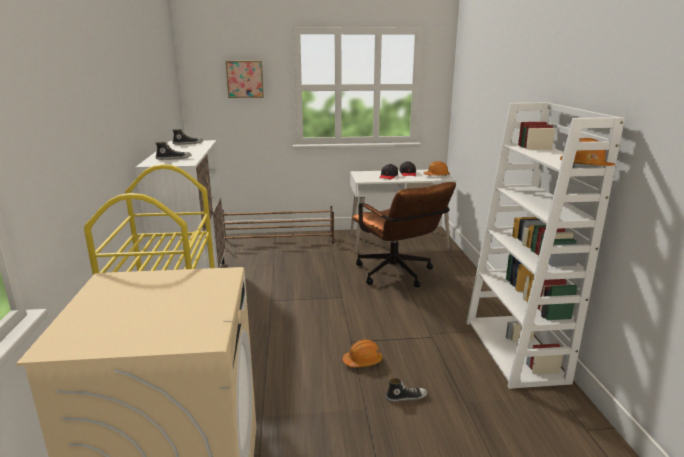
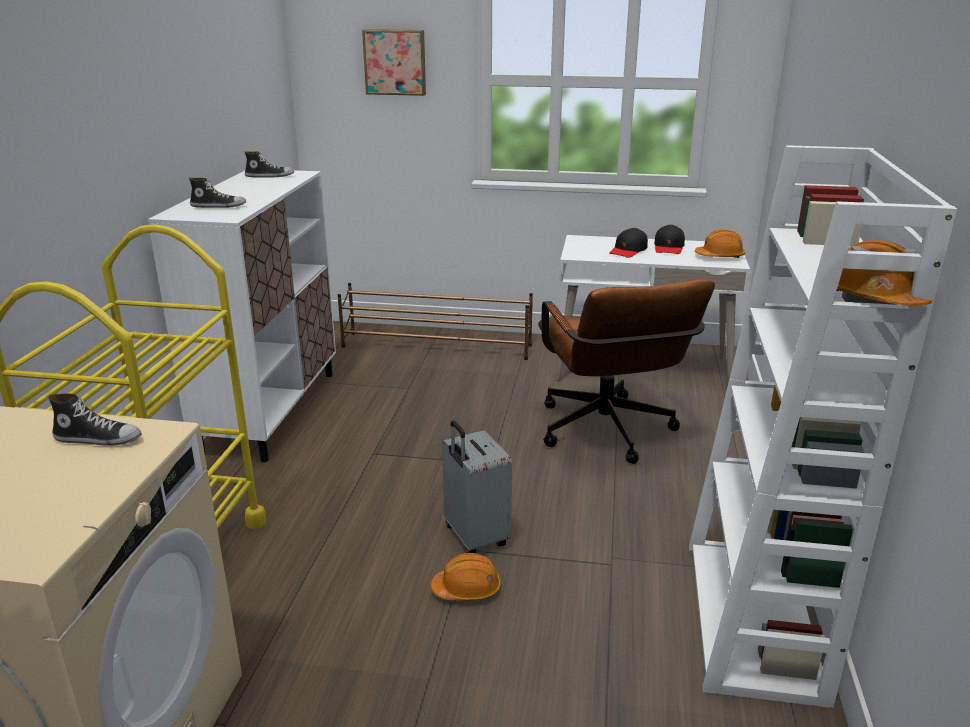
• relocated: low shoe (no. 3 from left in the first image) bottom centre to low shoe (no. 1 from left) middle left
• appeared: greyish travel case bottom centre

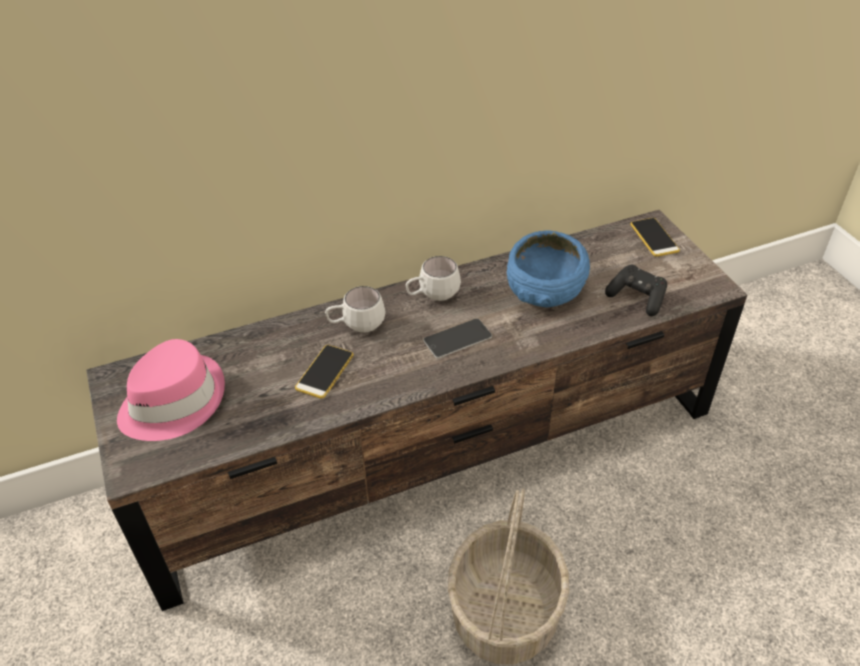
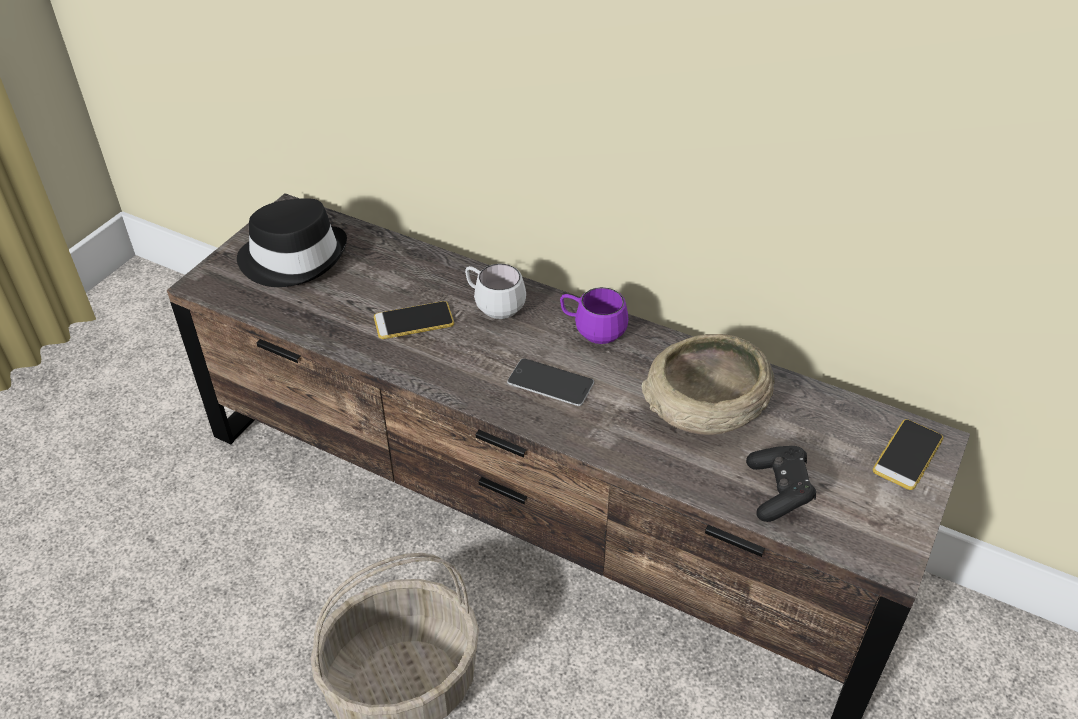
• colour: blue deep dish centre to beige deep dish centre
• colour: white-coloured tea mug (no. 2 from left) centre to purplish tea mug centre
• colour: pink wearable hat middle left to black-coloured wearable hat middle left

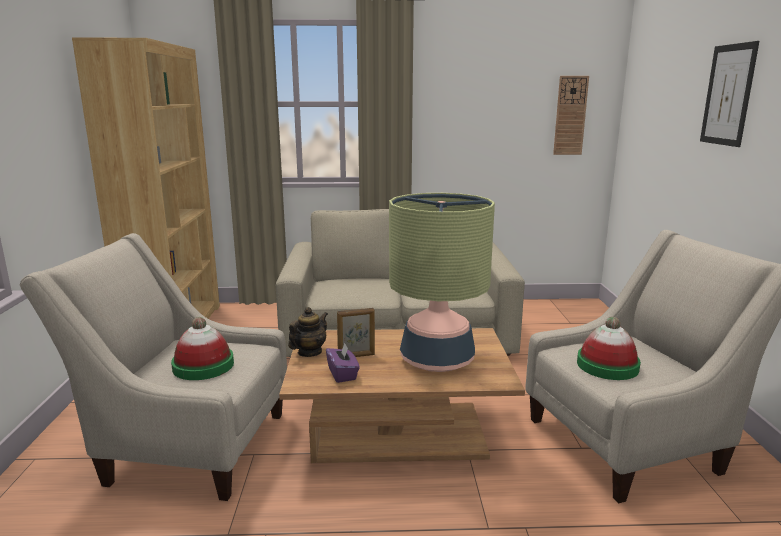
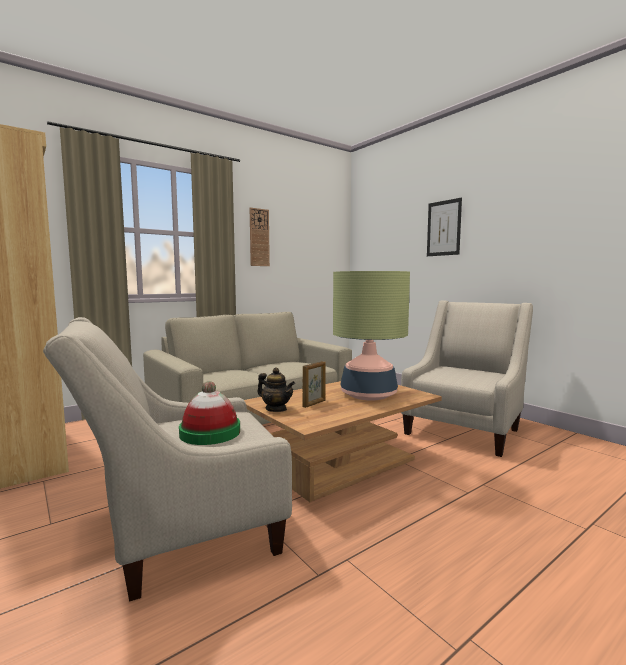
• relocated: wall clock top right to centre
• spun: pot for tea centre = centre 120 degrees clockwise
• missing: wearable hat (no. 2 from left) middle right
• missing: purplish tissue holder bottom centre

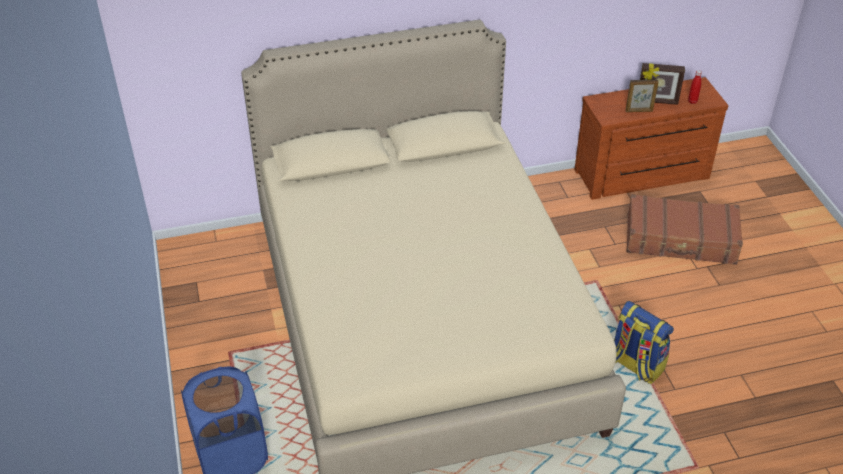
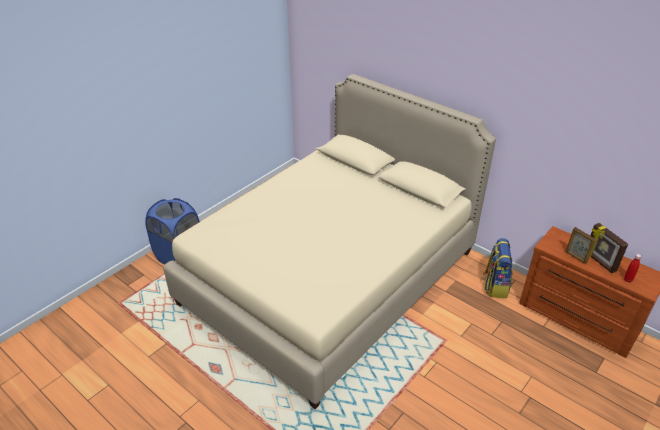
• missing: brown-coloured travel case middle right
• relocated: knapsack bottom right to middle right

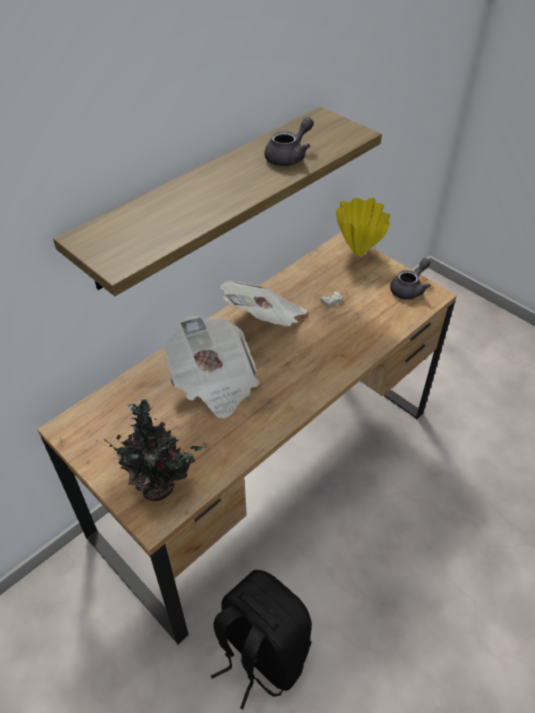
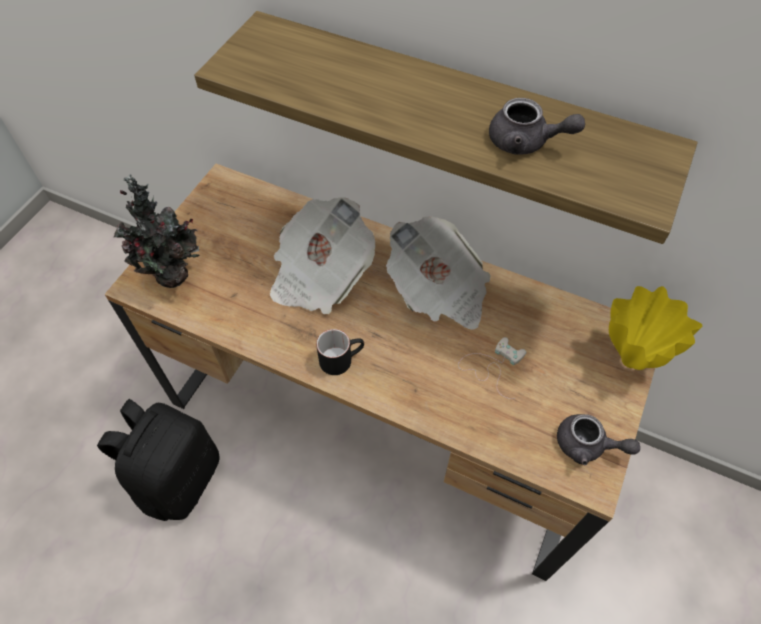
• appeared: black-coloured tea mug centre

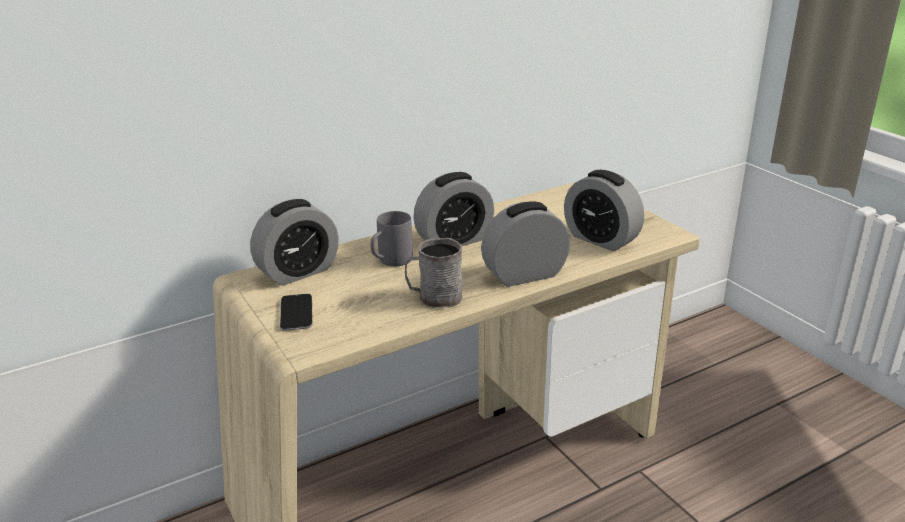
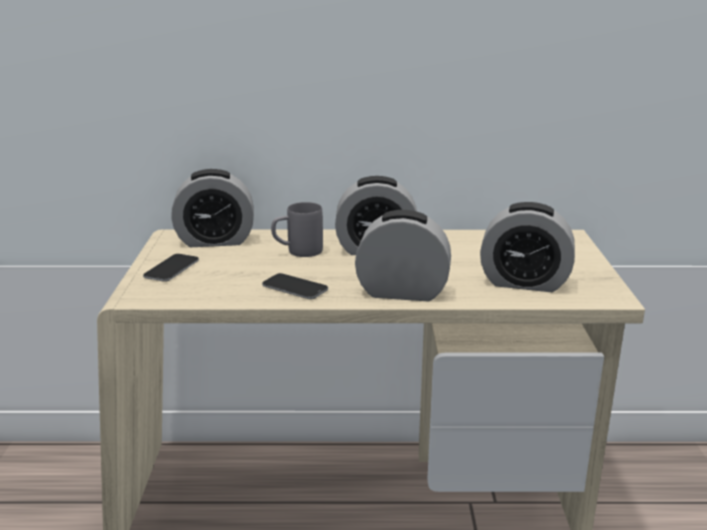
• spun: alarm clock (no. 4 from left) middle right = middle right 60 degrees counterclockwise
• exchanged: greyish tea mug (no. 2 from left) centre to phone (no. 2 from left) centre

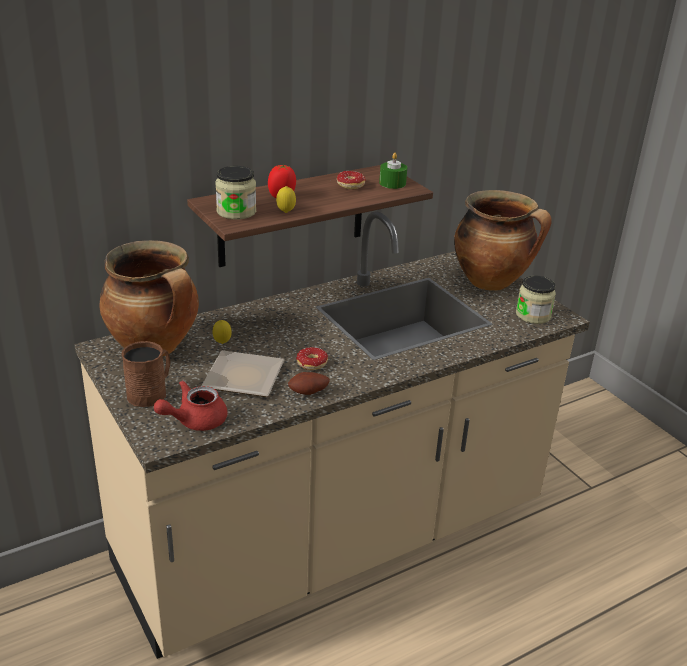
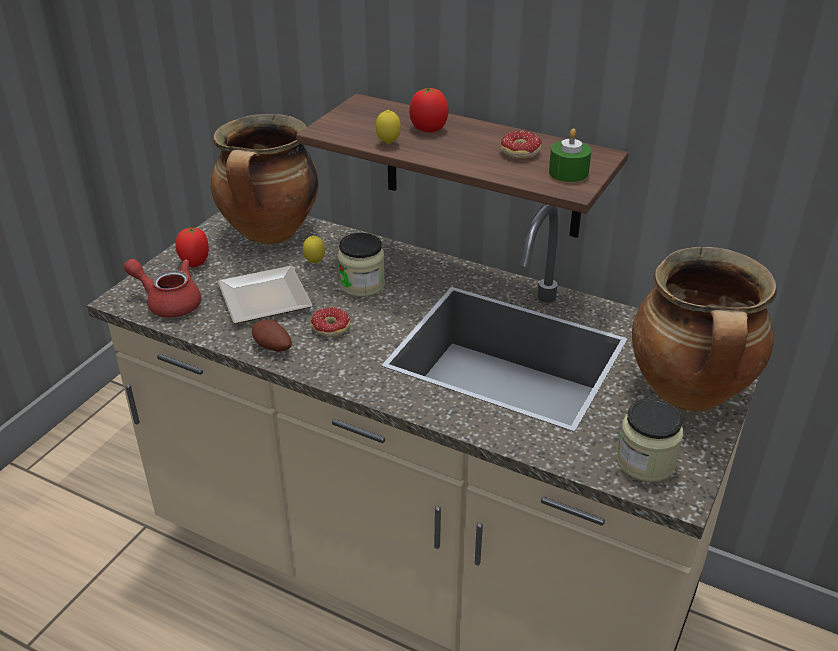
• relocated: preserve jar (no. 1 from left) top centre to centre
• exchanged: brown-coloured tea mug middle left to fresh tomato (no. 1 from left) middle left

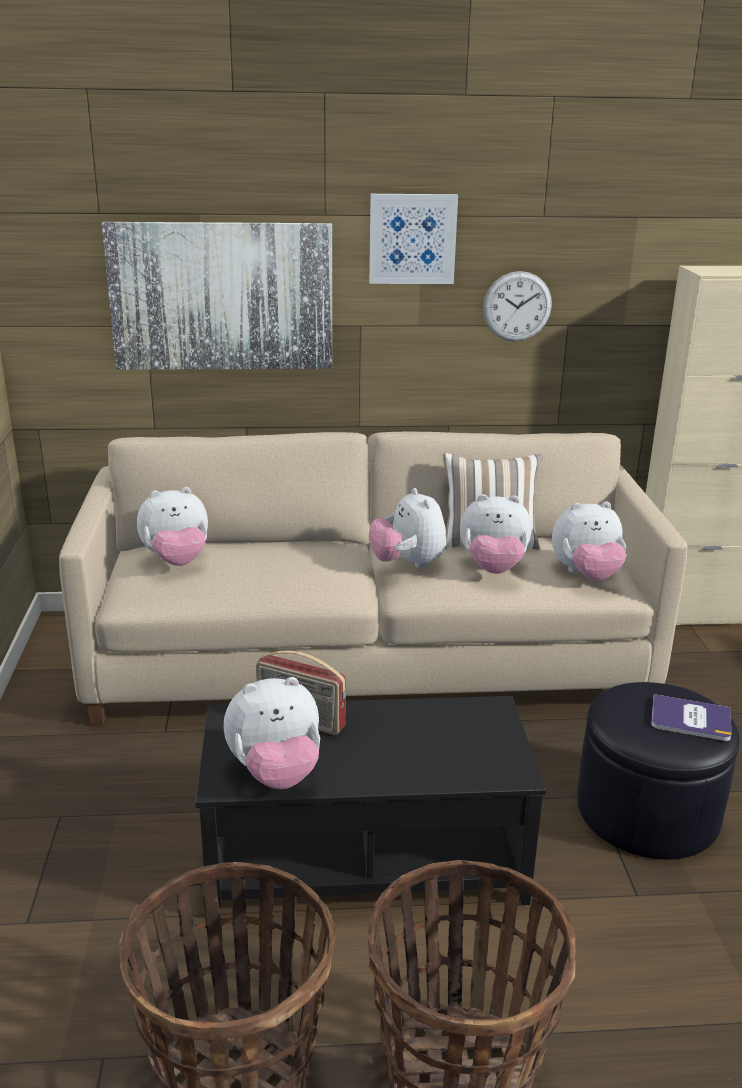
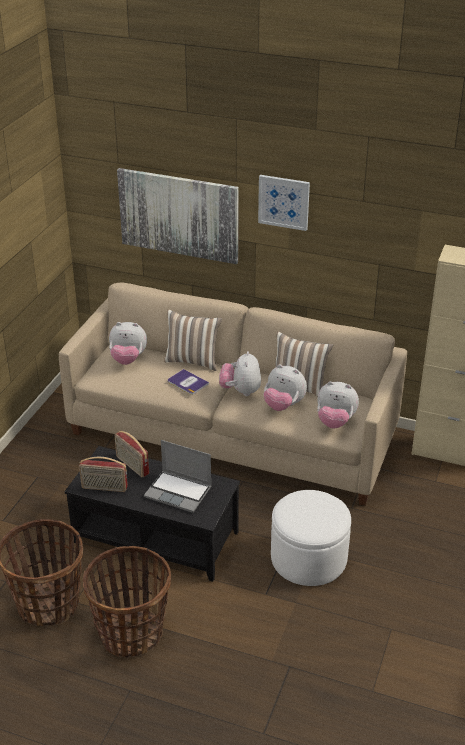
• missing: wall clock top right
• exchanged: soft toy (no. 2 from left) bottom centre to radio (no. 1 from left) middle left
• colour: black-coloured footrest bottom right to white-coloured footrest bottom right
• relocated: book middle right to centre
• appeared: throw pillow (no. 1 from left) centre
• appeared: notebook computer centre

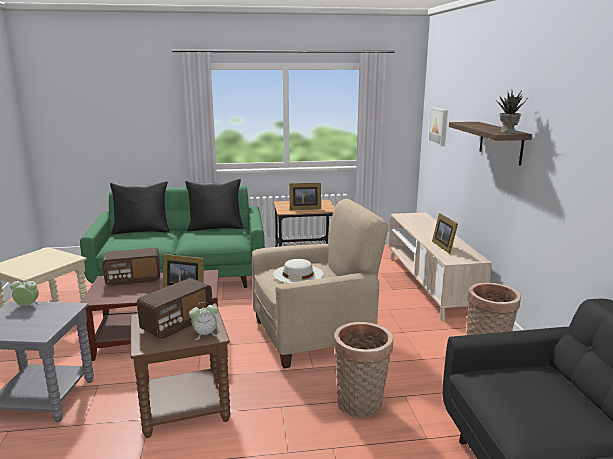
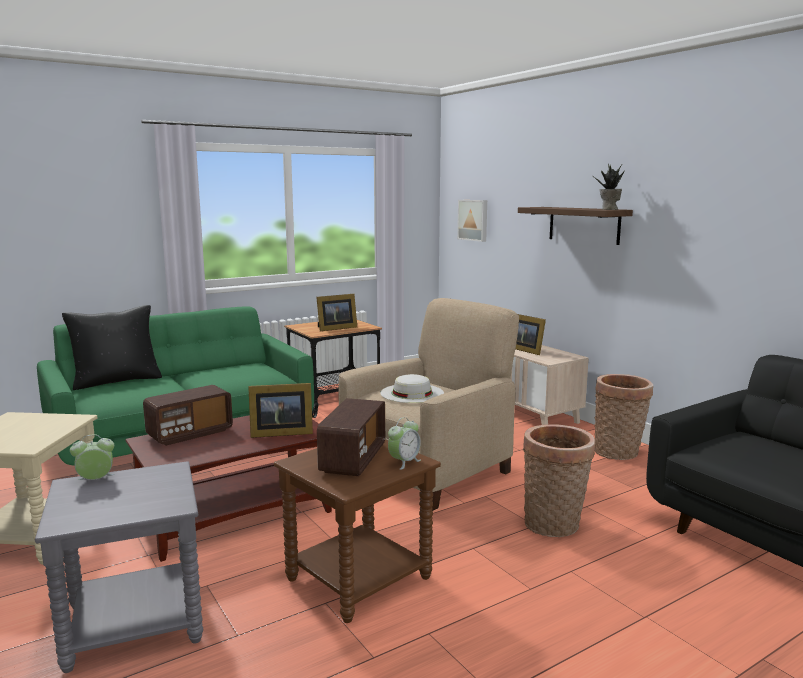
• missing: black-coloured throw pillow (no. 2 from left) centre

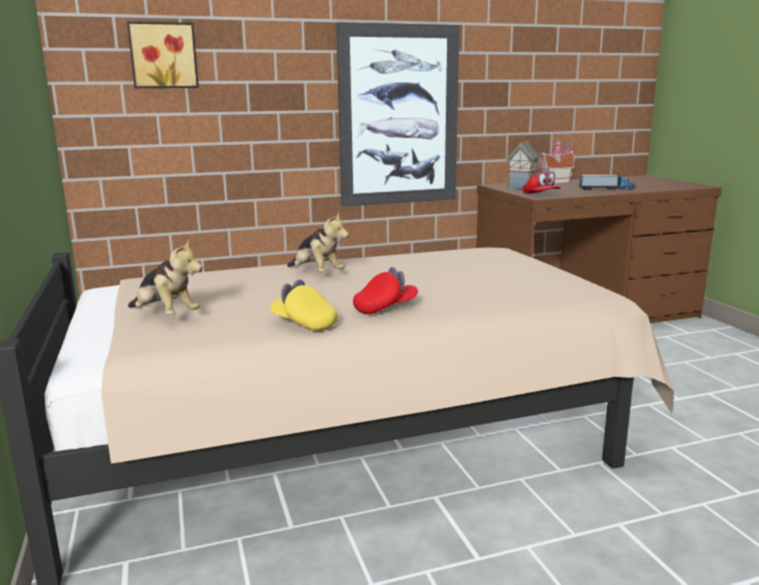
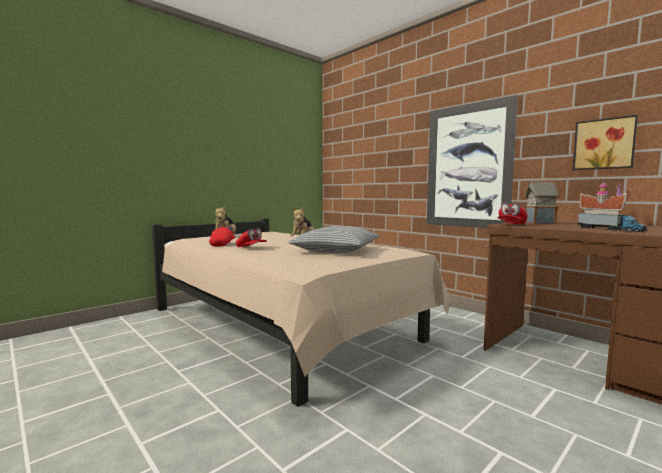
• relocated: wall picture (no. 1 from left in the first image) top left to wall picture (no. 2 from left) top right
• colour: yellow-coloured peaked cap centre to reddish peaked cap (no. 1 from left) centre
• appeared: throw pillow centre

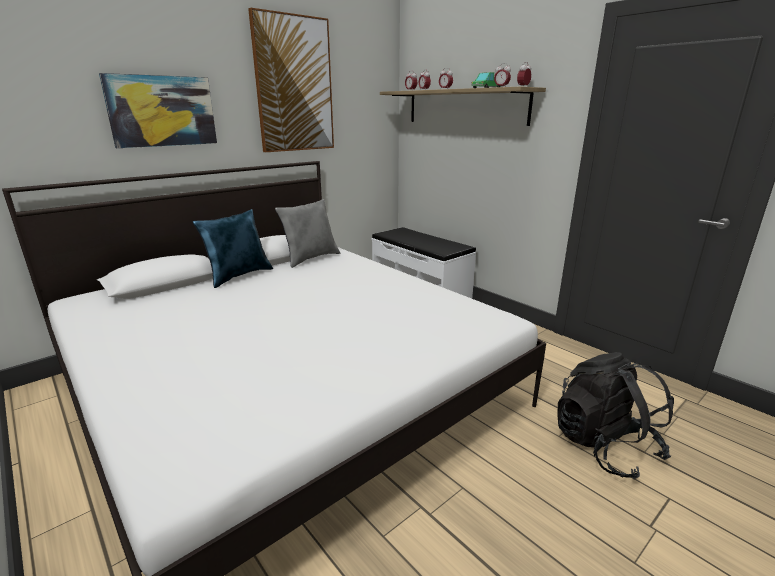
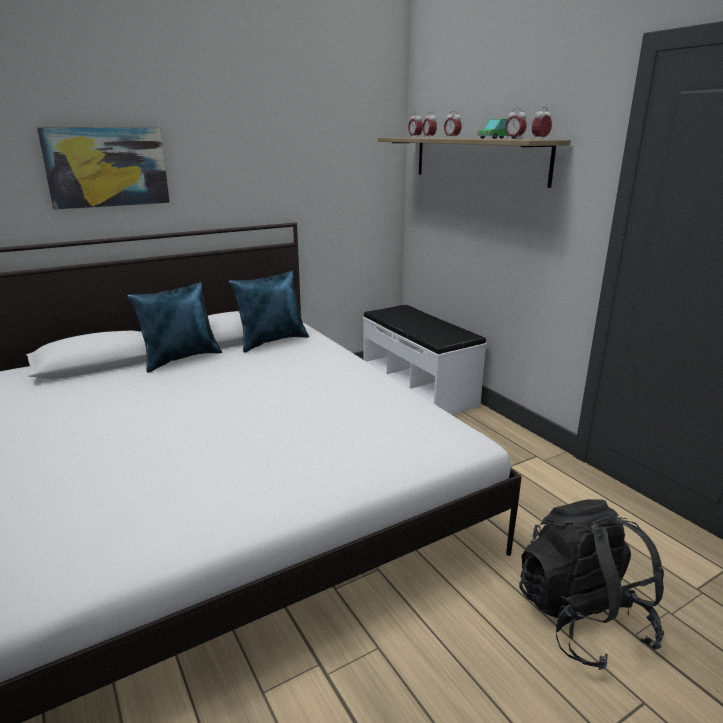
• missing: wall picture (no. 2 from left) top centre
• colour: greyish throw pillow centre to blue throw pillow (no. 2 from left) centre

